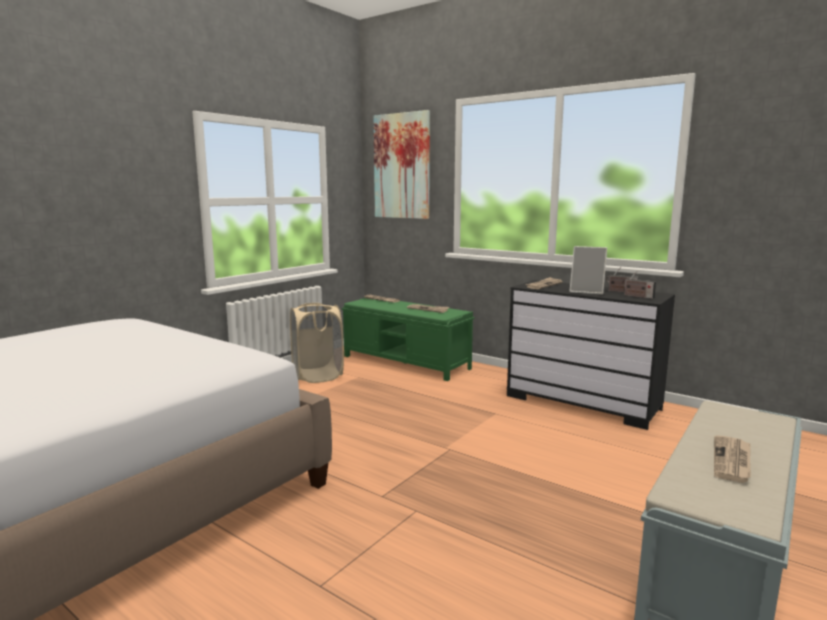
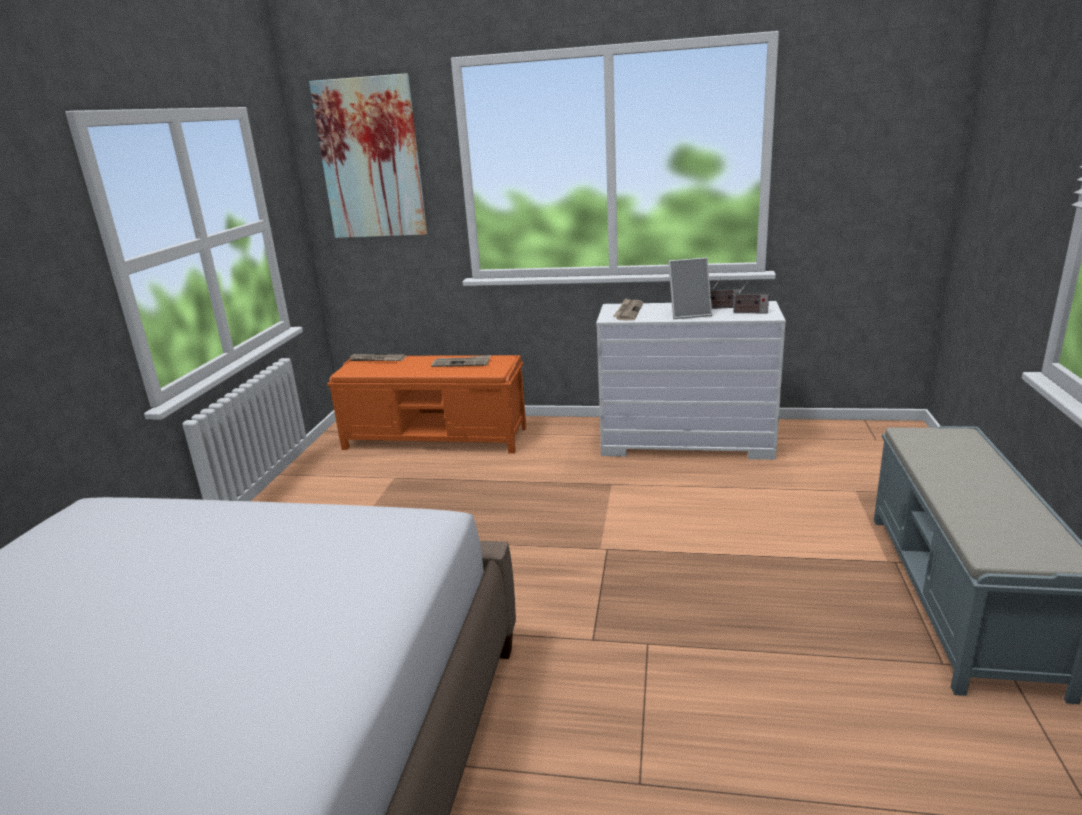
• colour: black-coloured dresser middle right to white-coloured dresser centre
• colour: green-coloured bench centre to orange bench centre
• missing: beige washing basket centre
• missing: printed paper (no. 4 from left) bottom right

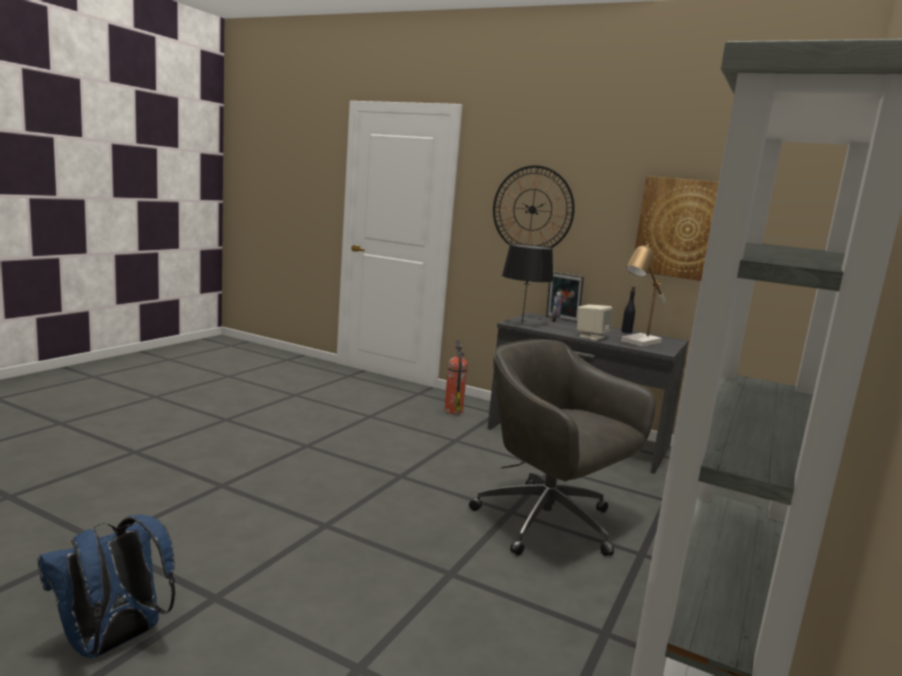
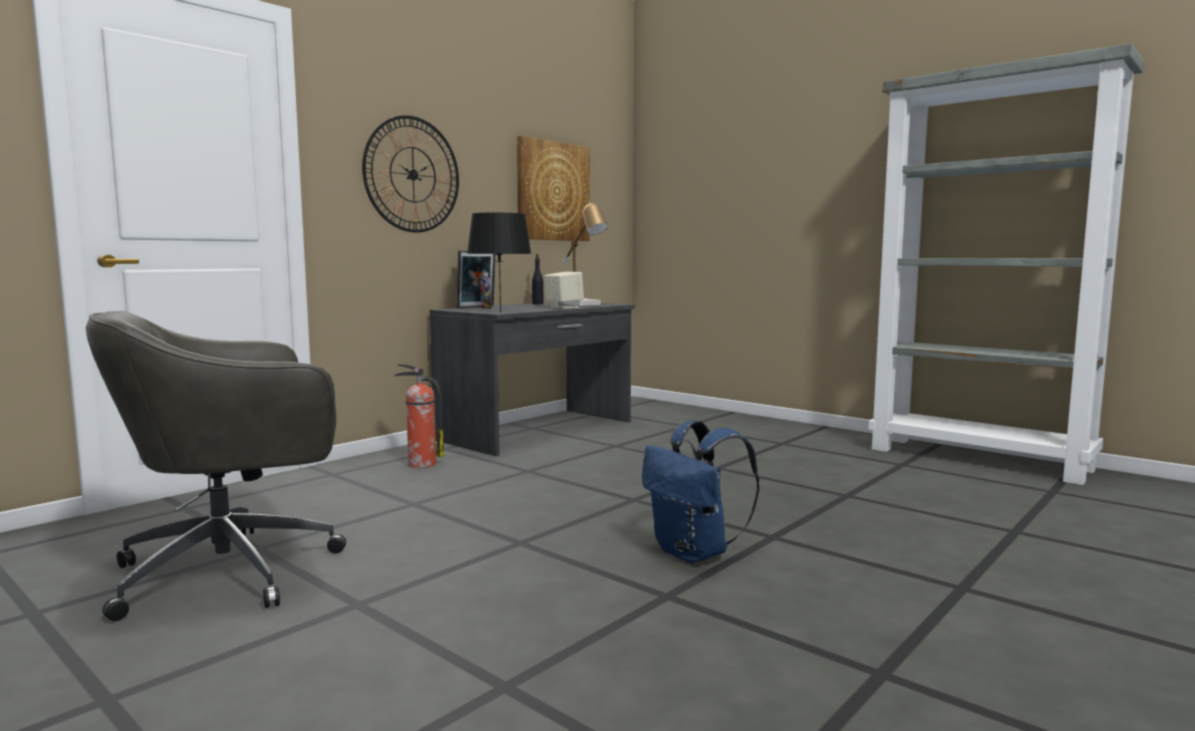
• relocated: greyish computer chair centre to middle left
• relocated: blue knapsack bottom left to bottom centre

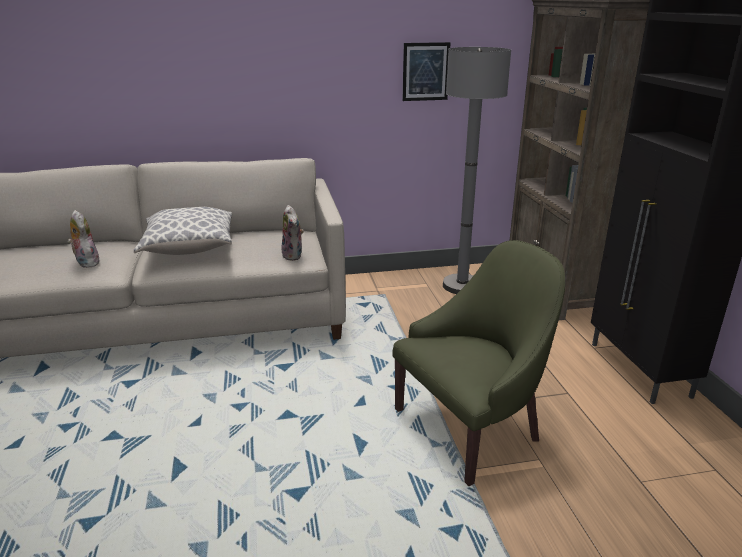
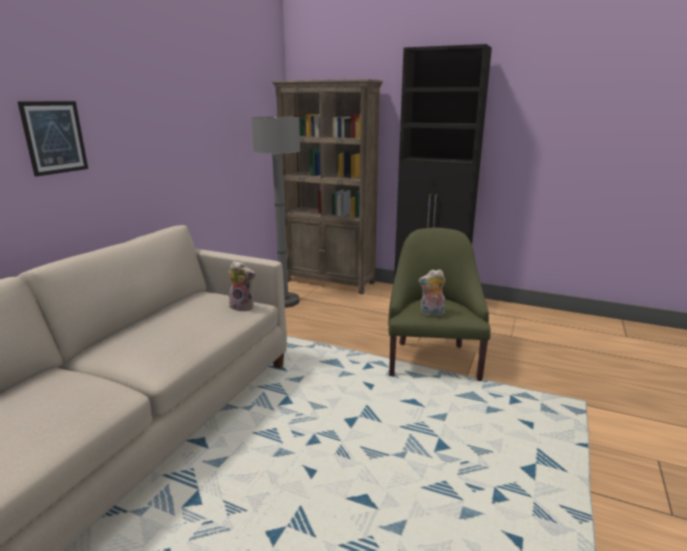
• relocated: wall picture top centre to top left
• missing: throw pillow middle left
• relocated: soft toy (no. 1 from left in the first image) middle left to soft toy (no. 2 from left) centre

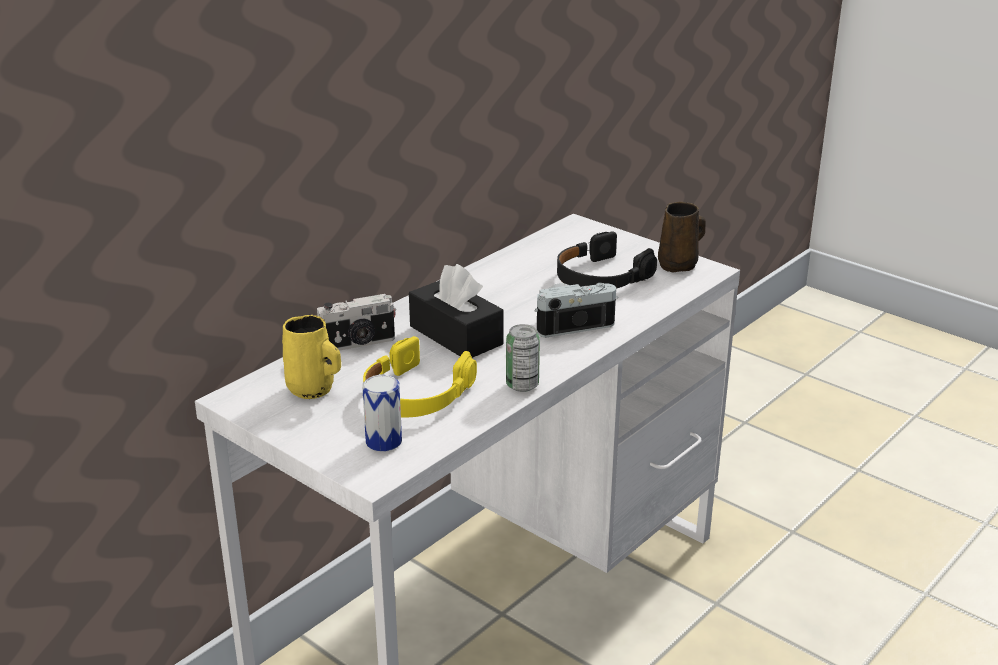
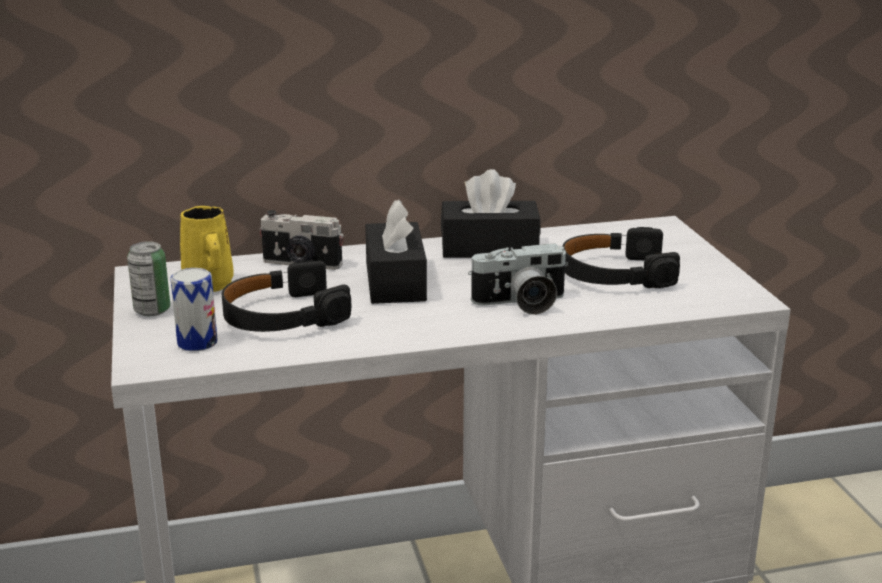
• missing: brown-coloured tea mug middle right
• spun: photo camera (no. 2 from left) centre = centre 150 degrees clockwise
• relocated: sealed can (no. 2 from left in the first image) centre to sealed can (no. 1 from left) middle left
• colour: yellow-coloured pair of headphones centre to black-coloured pair of headphones (no. 1 from left) middle left
• appeared: black-coloured tissue holder (no. 2 from left) centre

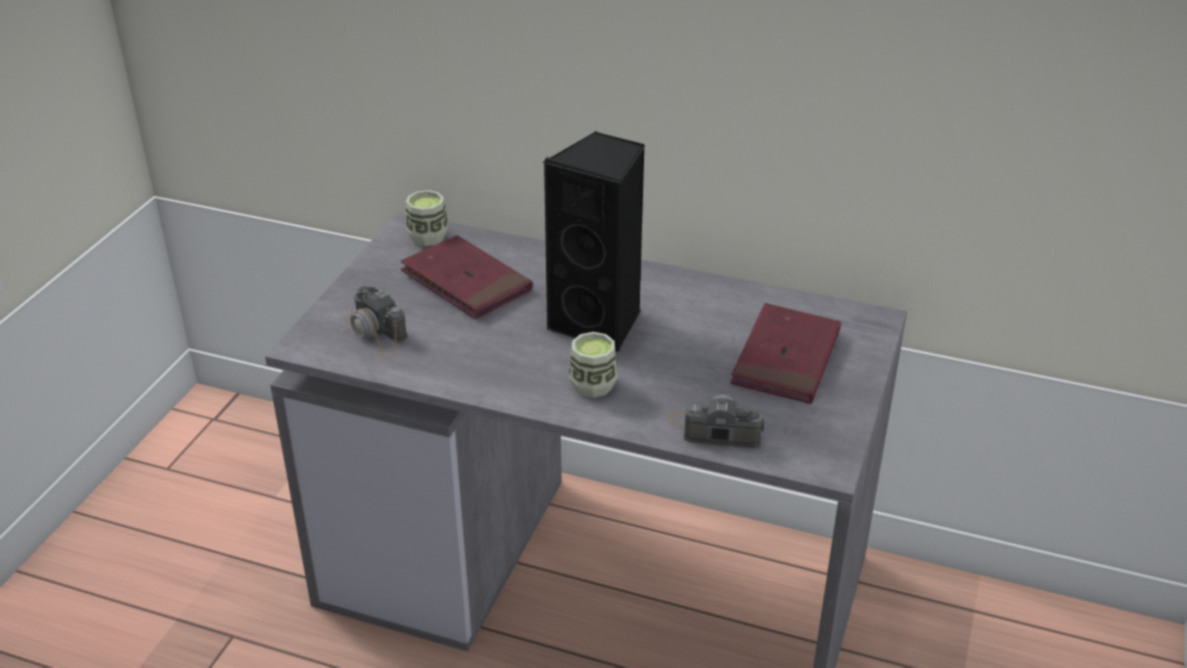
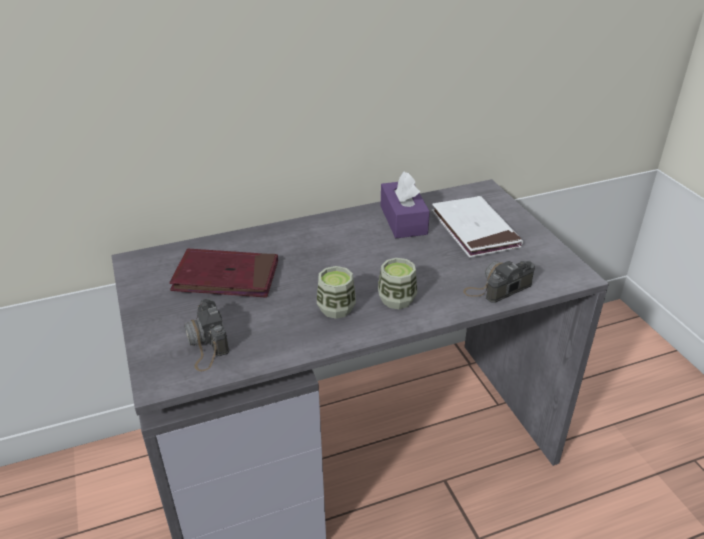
• missing: black-coloured loudspeaker centre
• relocated: small cup (no. 1 from left) top centre to centre
• spun: photo camera (no. 1 from left) middle left = middle left 60 degrees clockwise
• colour: reddish book (no. 2 from left) centre to white-coloured book middle right
• appeared: purplish tissue holder centre

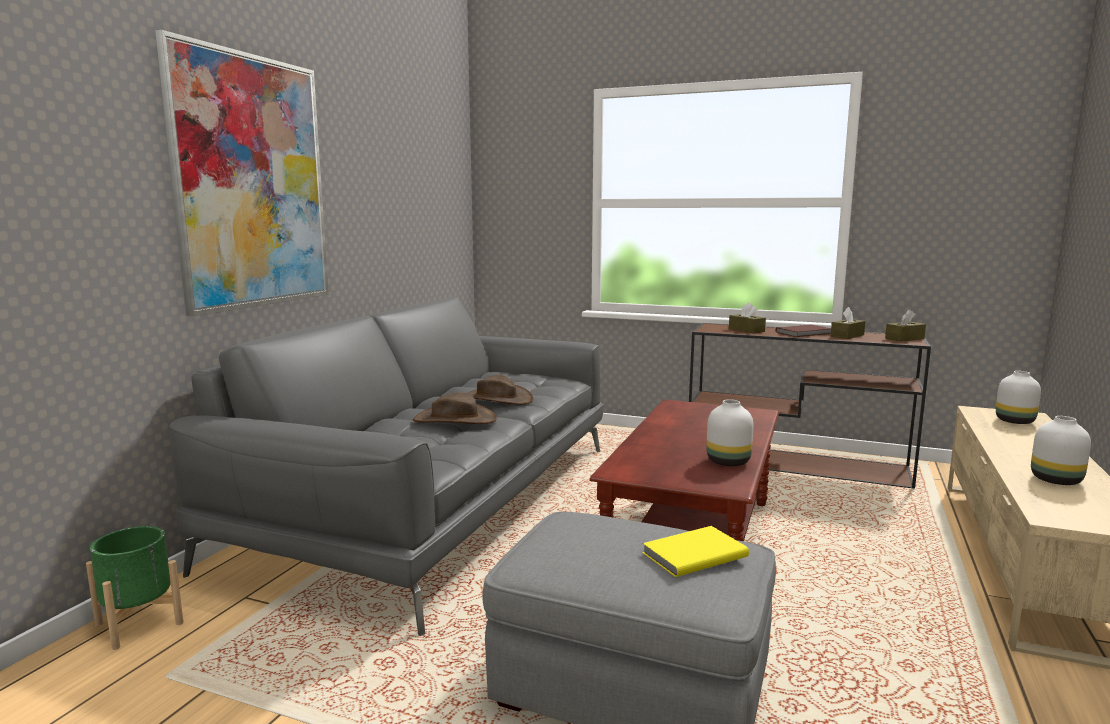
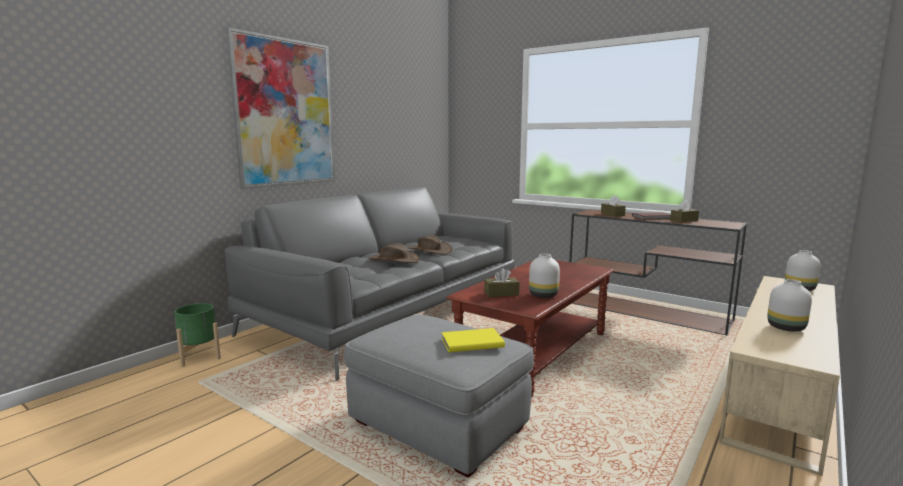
• relocated: brown-coloured tissue holder (no. 3 from left in the first image) middle right to brown-coloured tissue holder (no. 1 from left) centre

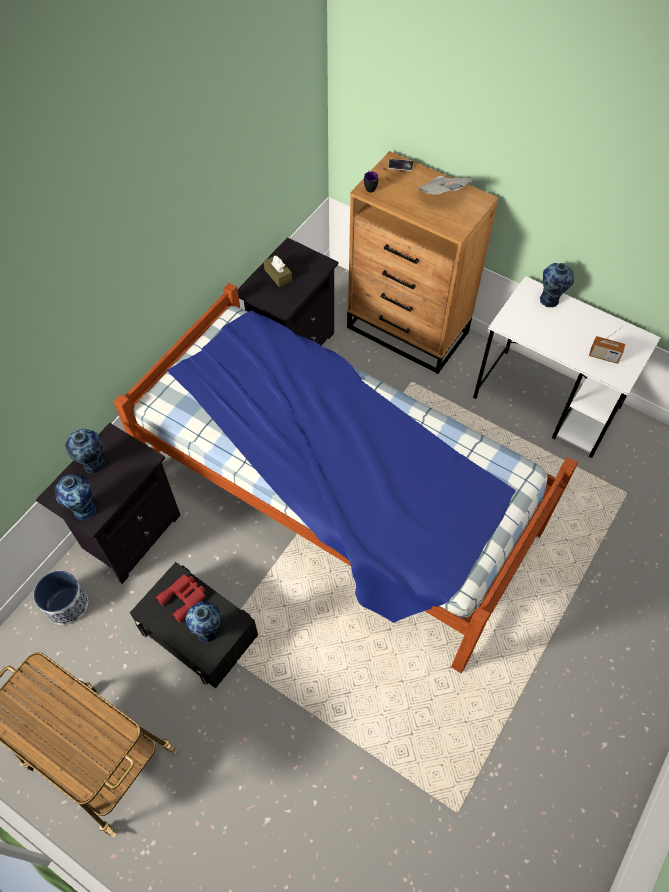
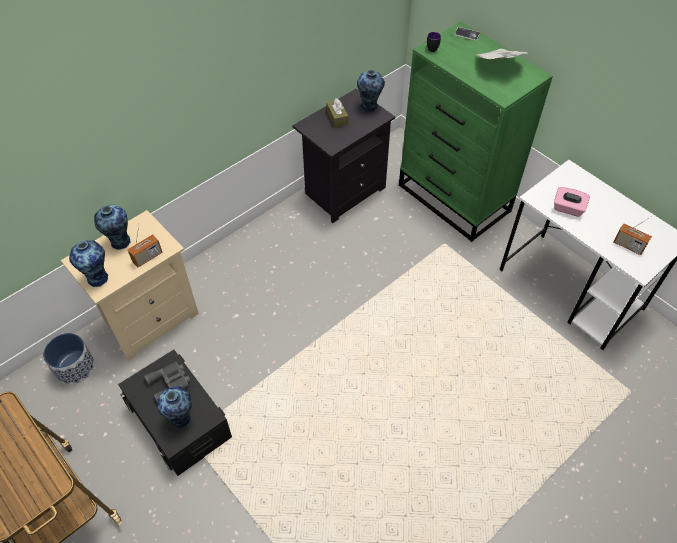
• colour: brown-coloured dresser top centre to green-coloured dresser top right
• relocated: vase (no. 4 from left) top right to top centre
• missing: bed centre
• colour: black-coloured nightstand (no. 1 from left) middle left to beige nightstand middle left
• colour: reddish pair of binoculars bottom left to greyish pair of binoculars bottom left
• appeared: pink tissue holder middle right
• appeared: radio (no. 1 from left) middle left

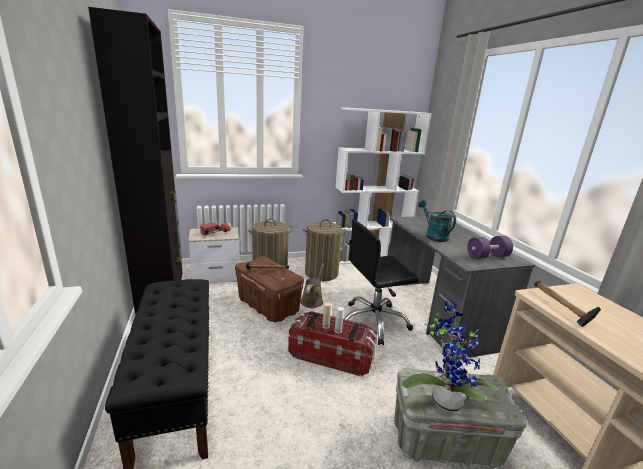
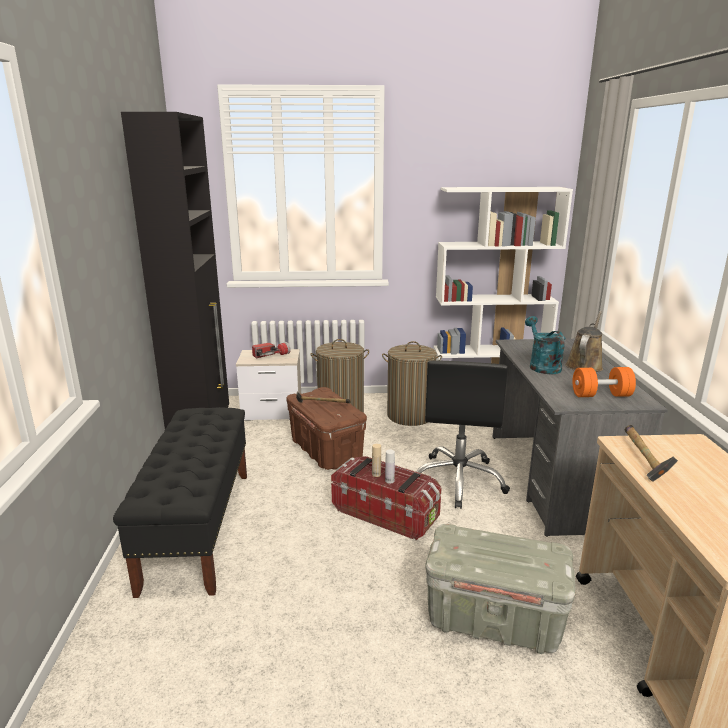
• spun: black-coloured computer chair centre = centre 75 degrees counterclockwise
• colour: purplish dumbbell middle right to orange dumbbell middle right
• relocated: brown-coloured watering pot centre to middle right
• missing: plant in a pot bottom right

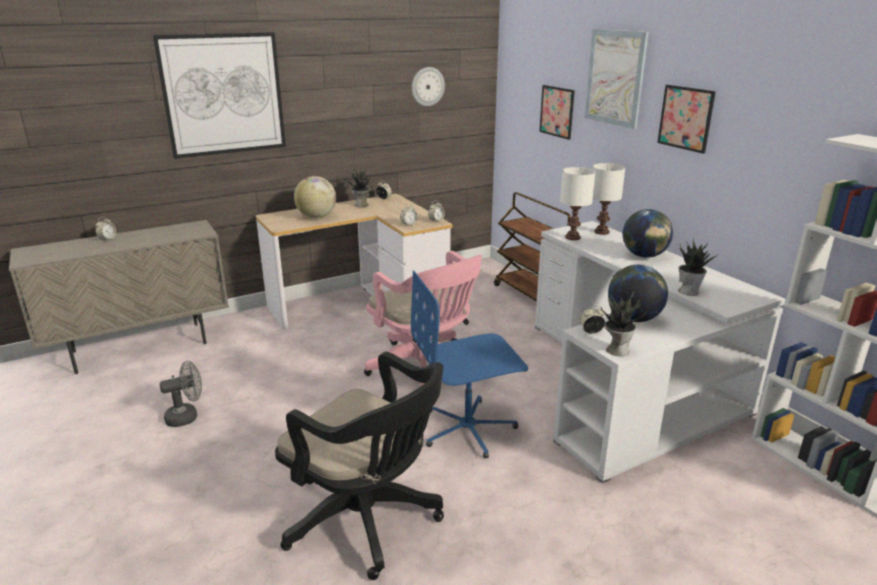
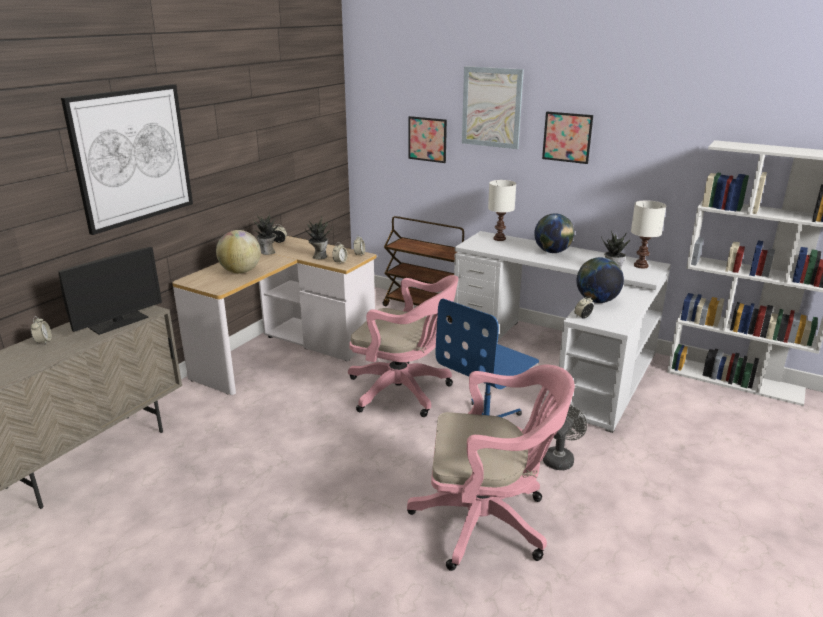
• missing: wall clock top centre
• relocated: white-coloured lamp for a table (no. 1 from left in the first image) centre to white-coloured lamp for a table (no. 2 from left) middle right
• relocated: plant in a pot (no. 2 from left) middle right to centre
• colour: black-coloured computer chair bottom centre to pink computer chair (no. 2 from left) bottom centre
• relocated: greyish electric fan bottom left to bottom right
• appeared: monitor middle left

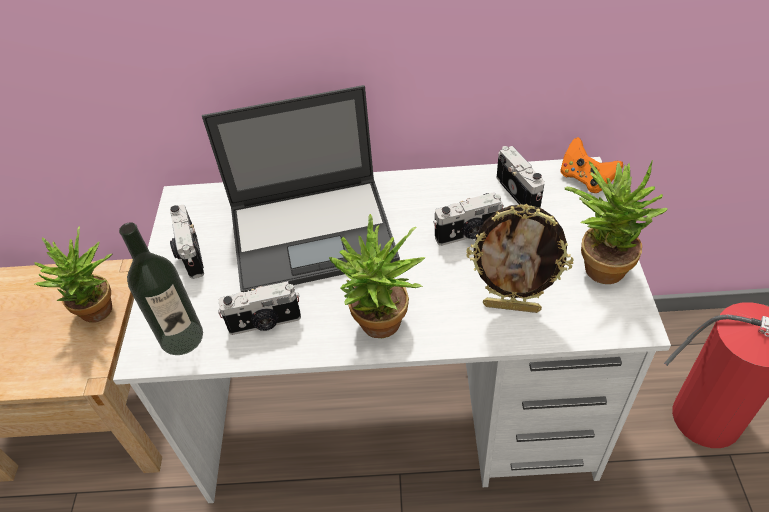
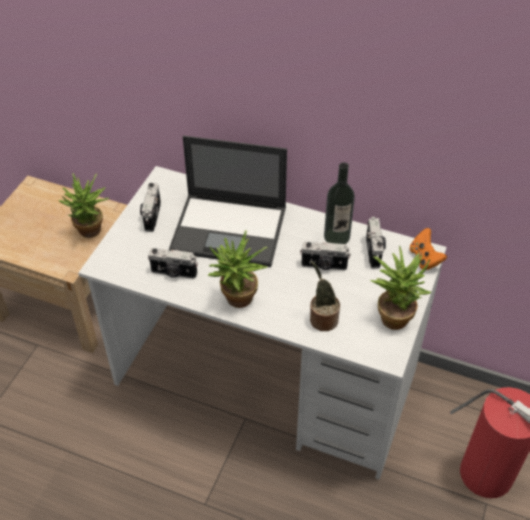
• exchanged: photo frame middle right to plant in a pot (no. 3 from left) centre
• relocated: bottle middle left to centre

